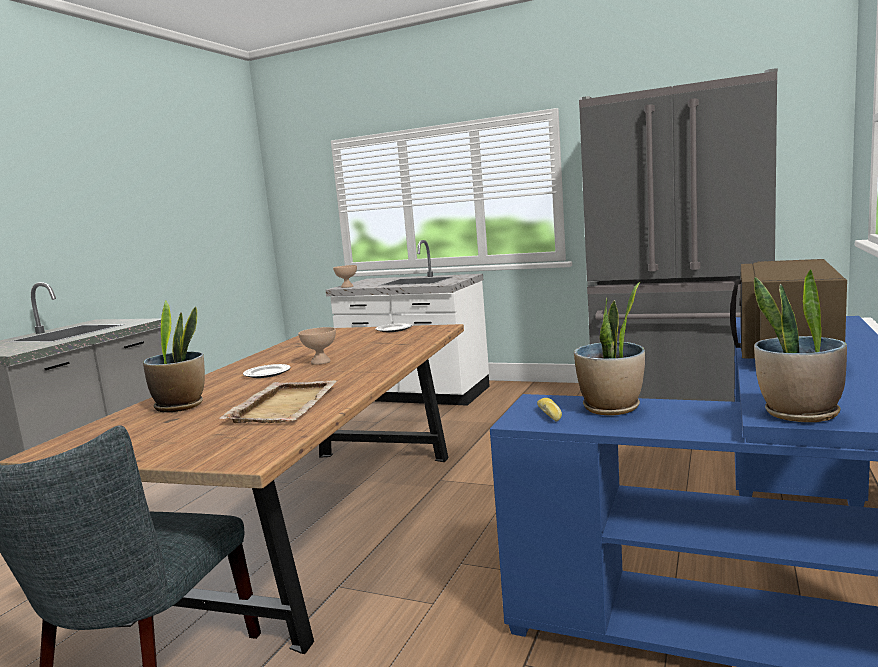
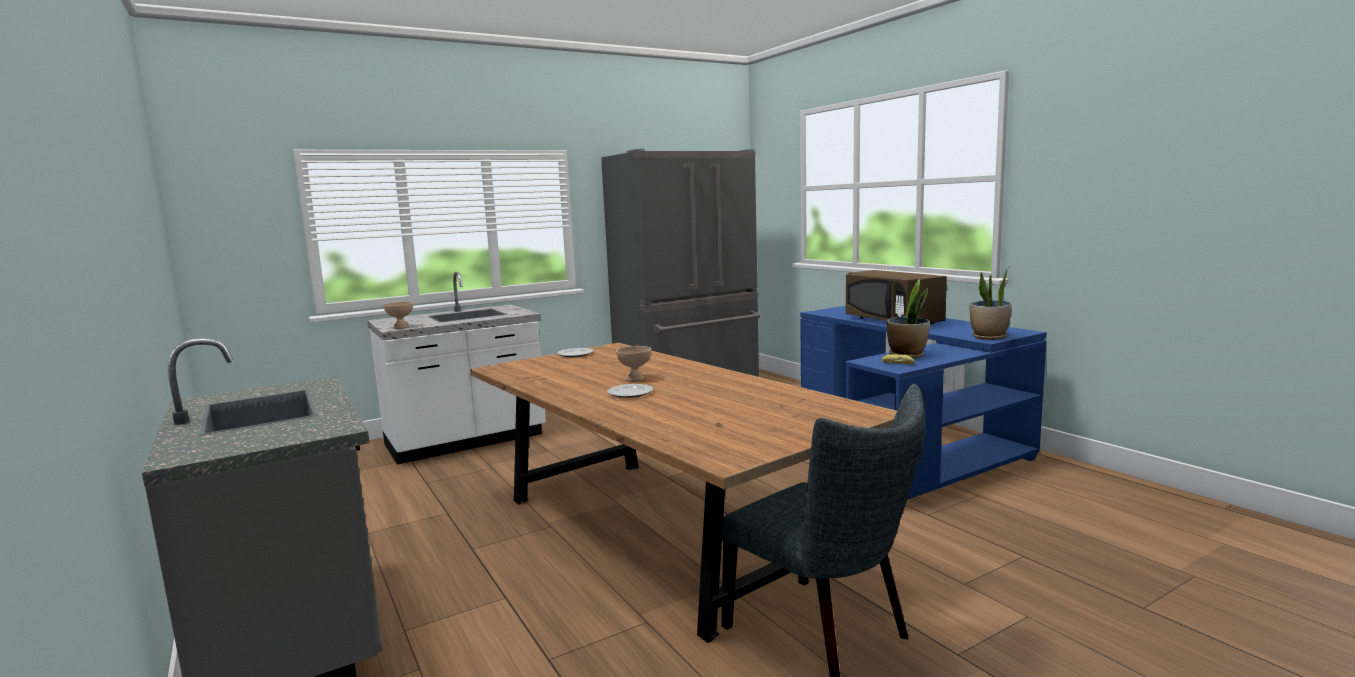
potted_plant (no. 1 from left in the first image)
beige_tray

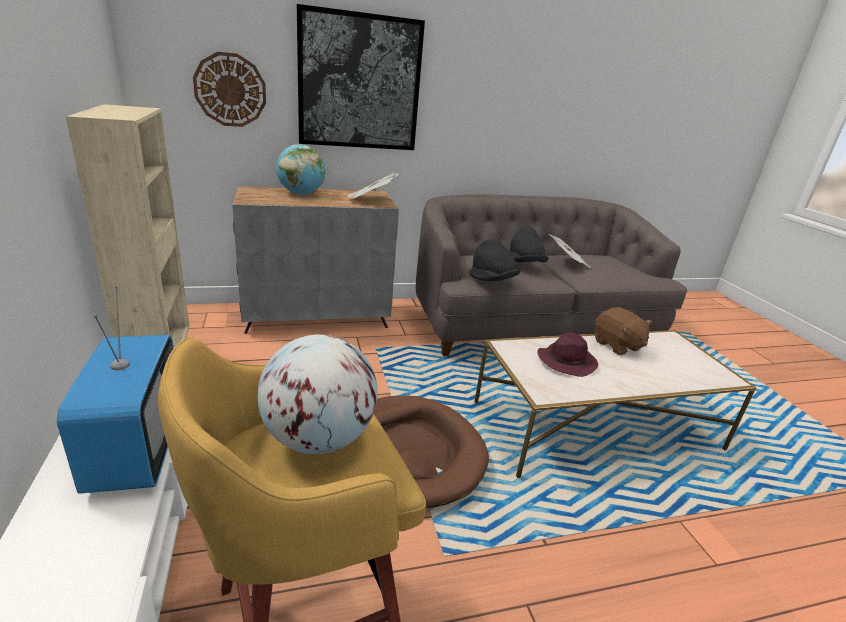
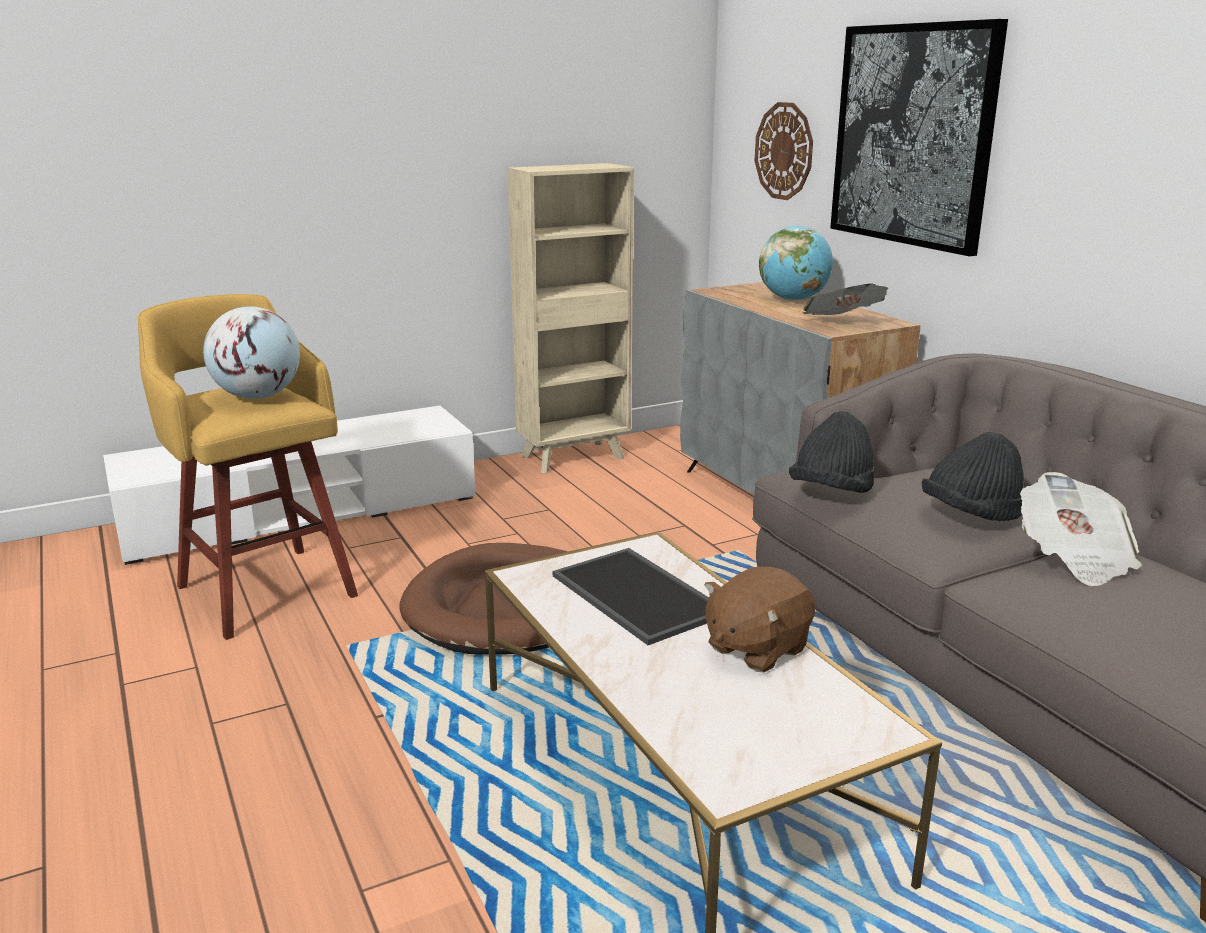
television
tray

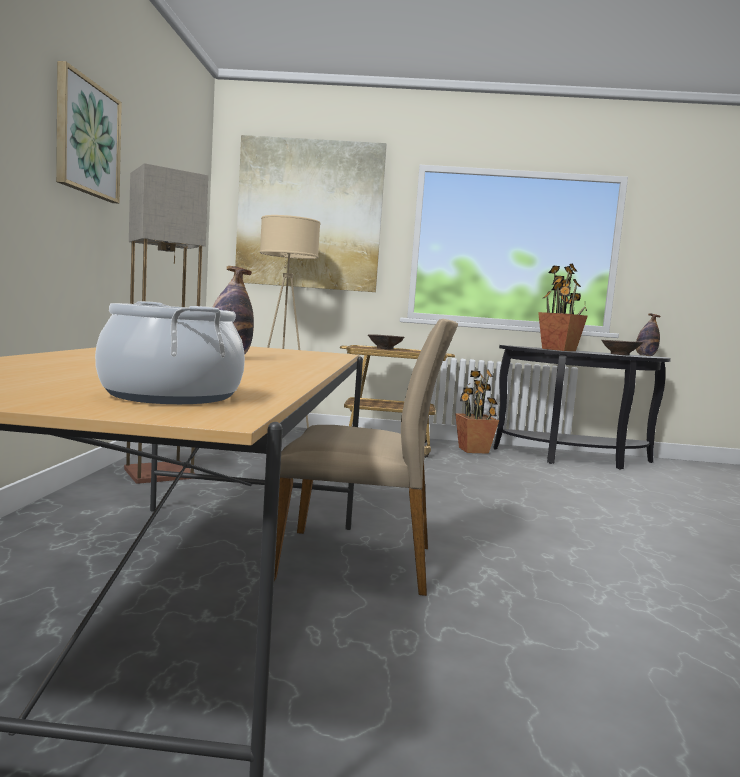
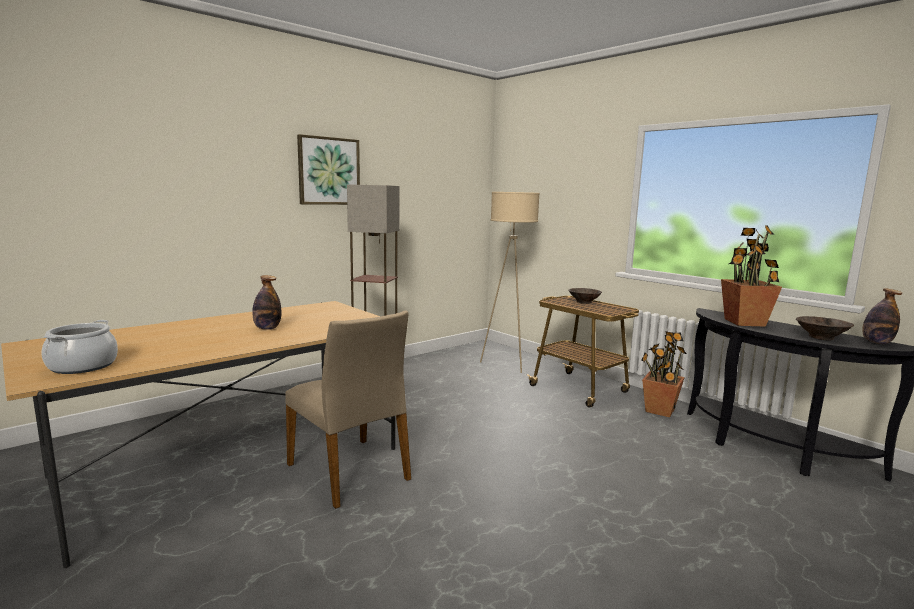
picture (no. 2 from left in the first image)

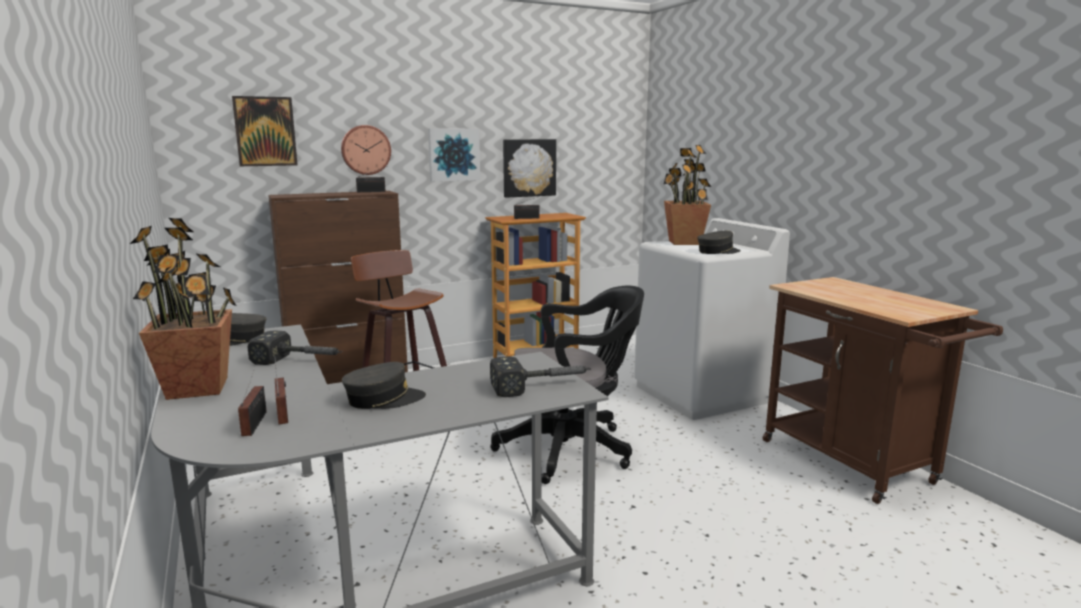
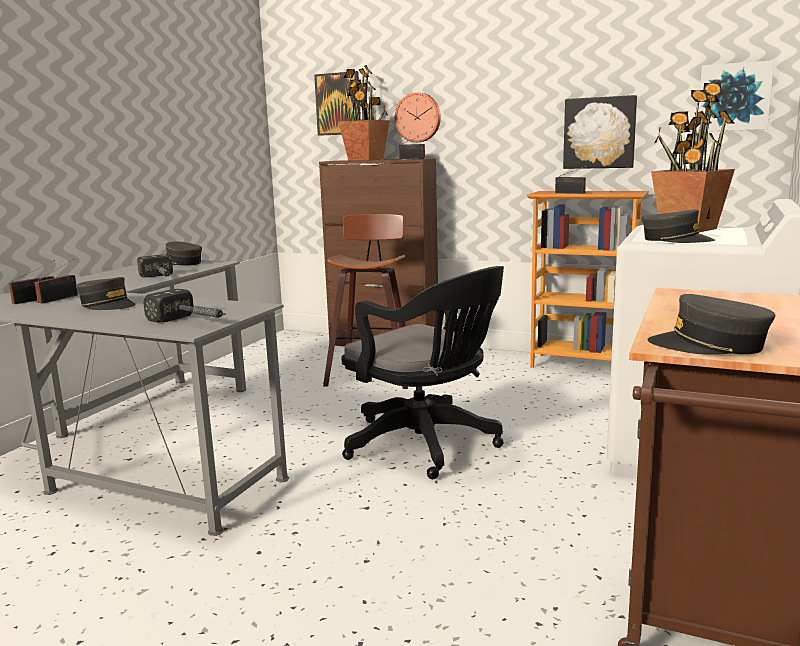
potted_plant (no. 1 from left)
picture (no. 3 from left)
grey_cap (no. 4 from left)

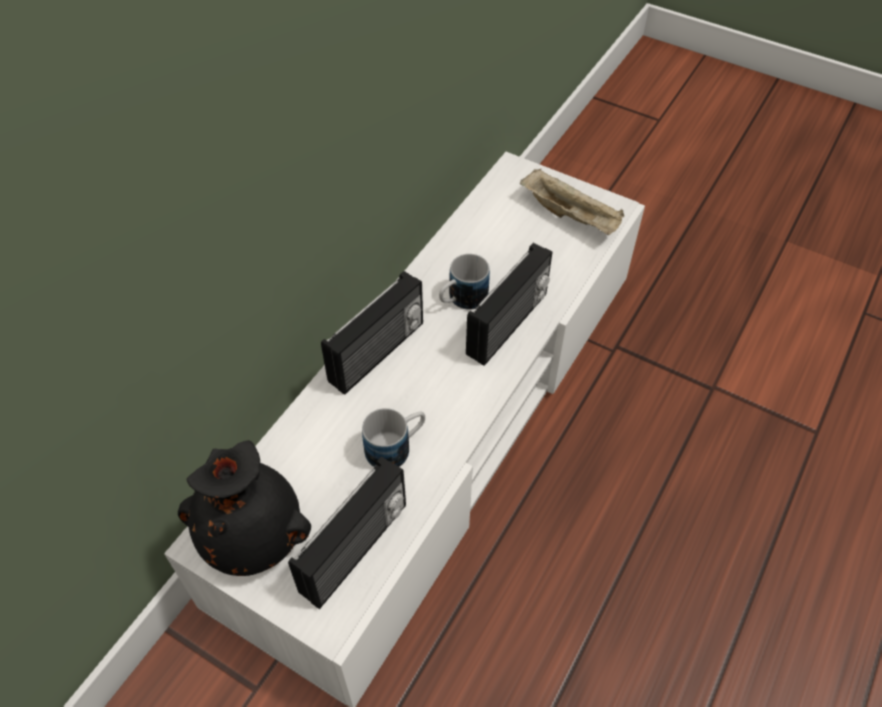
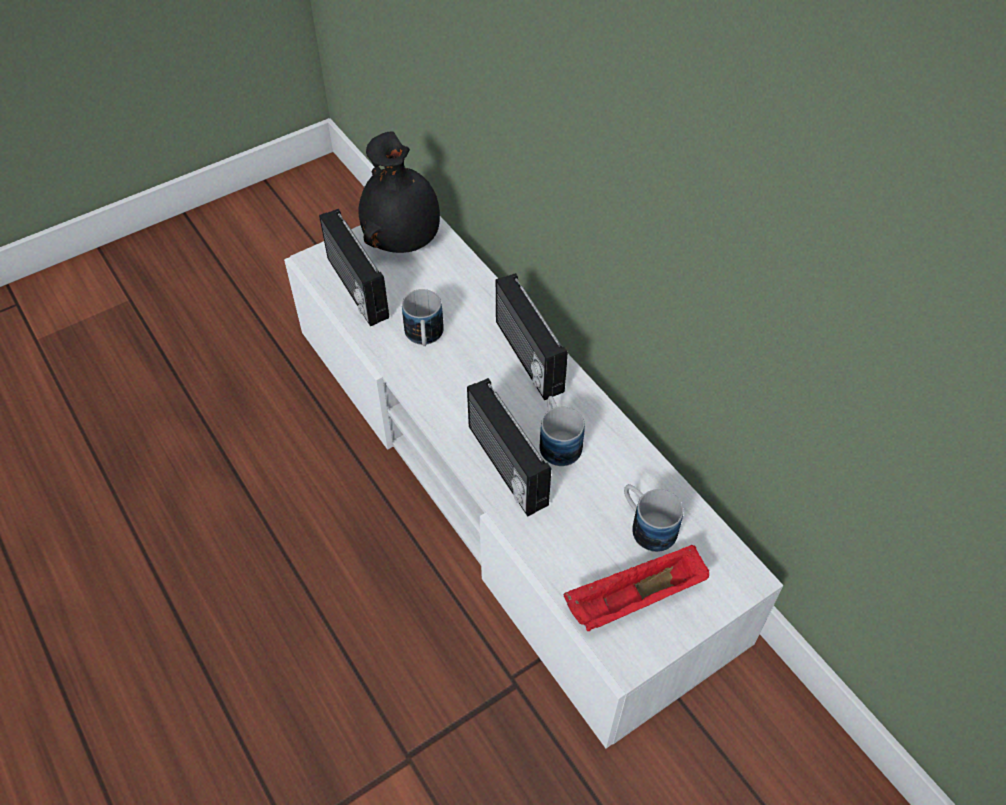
red_tray
mug (no. 3 from left)

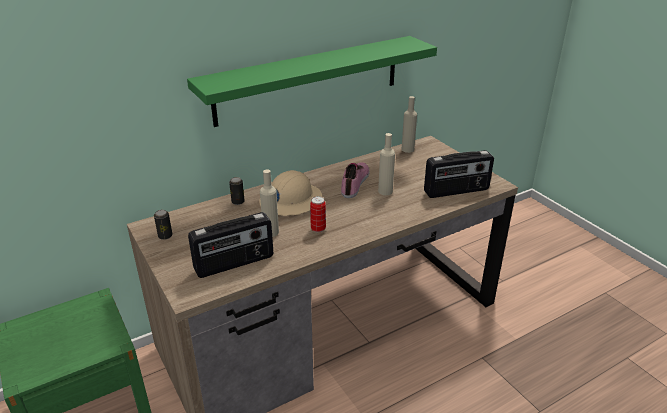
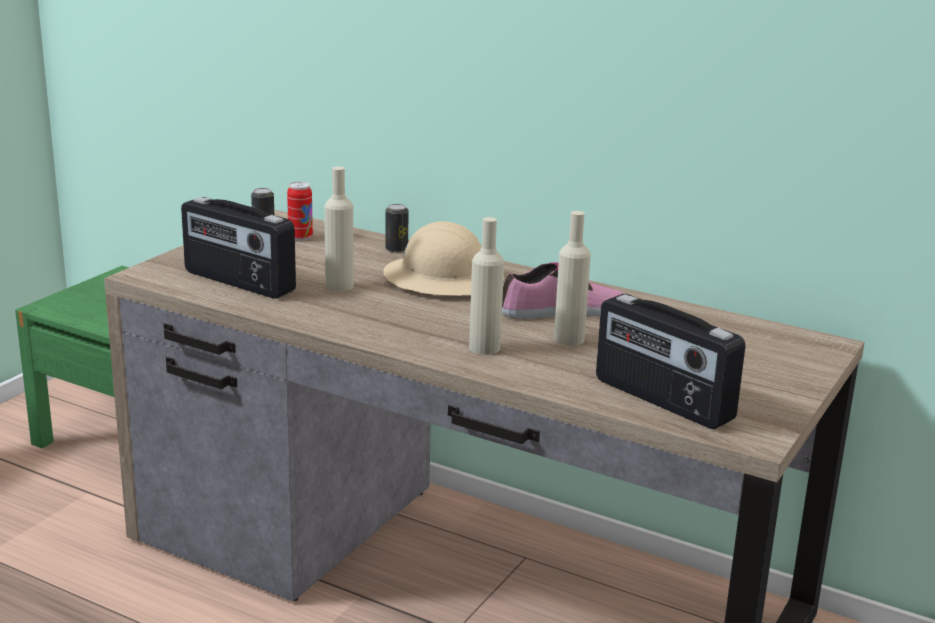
green_shelf
can (no. 2 from left)
beige_bottle (no. 2 from left)

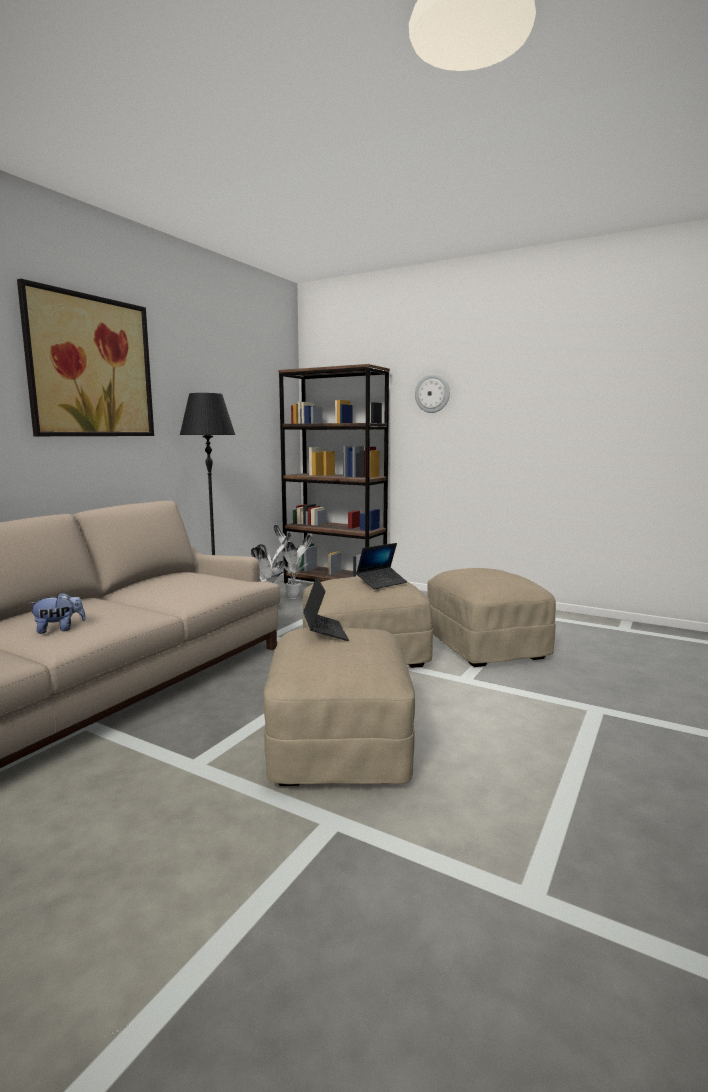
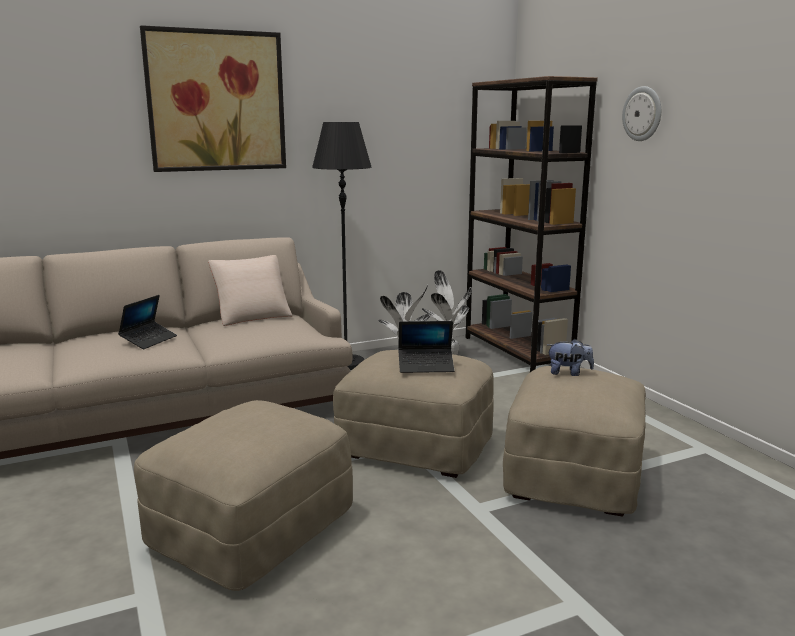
plush_toy
laptop (no. 1 from left)
beige_pillow

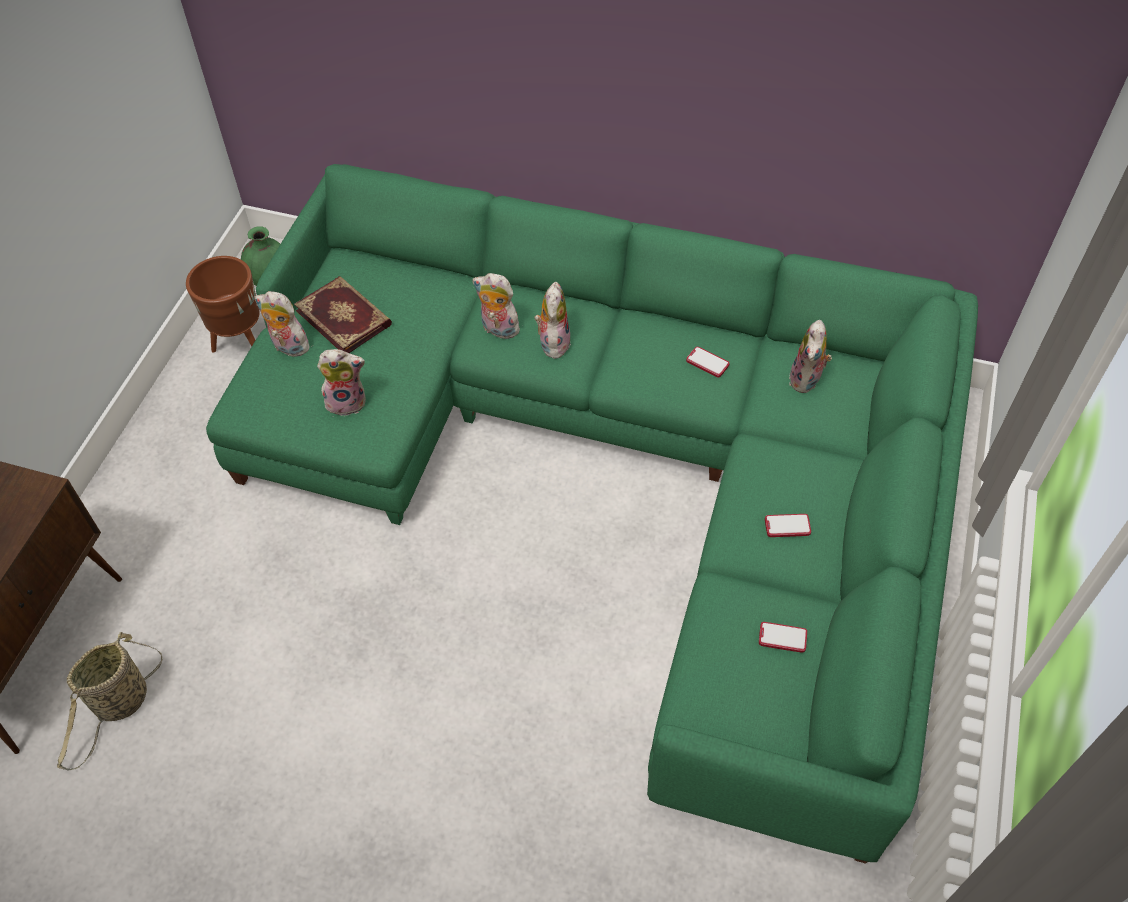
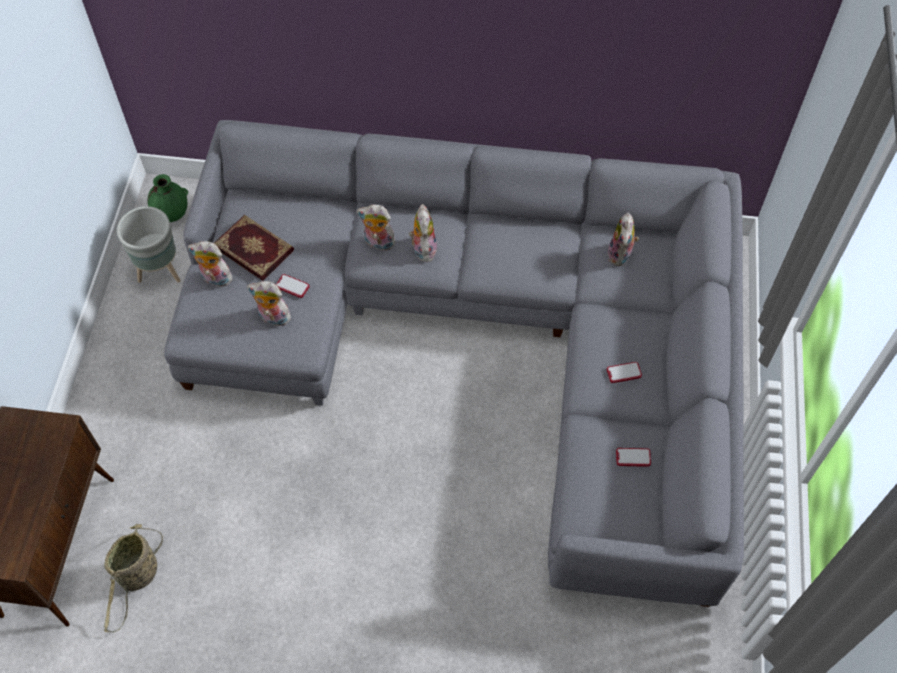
grey_planter
grey_sofa
plush_toy (no. 2 from left)
phone (no. 1 from left)

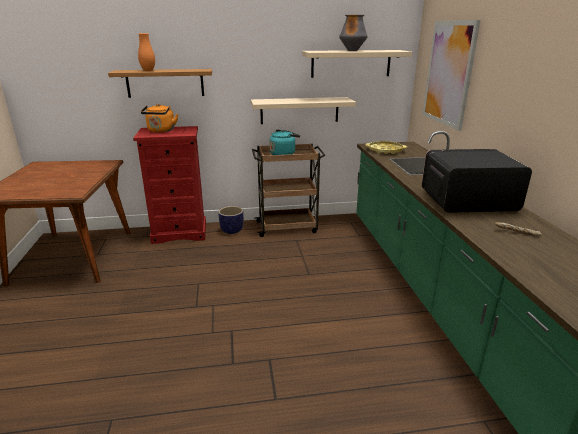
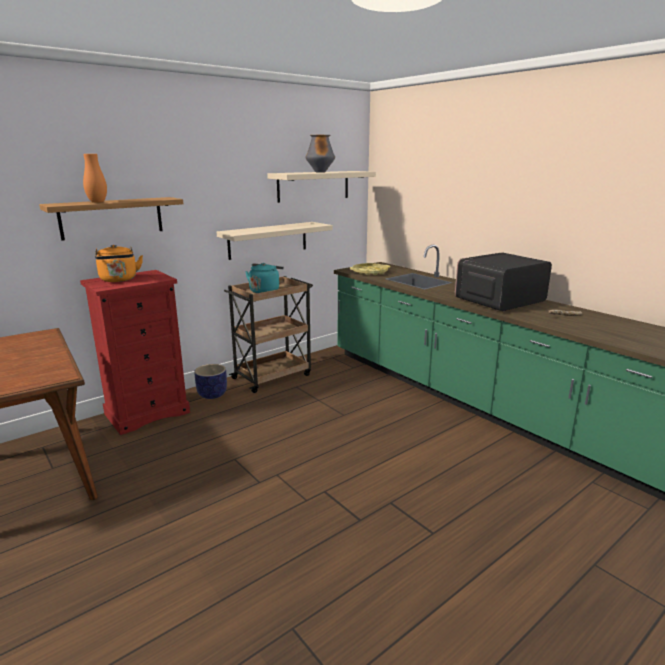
picture

